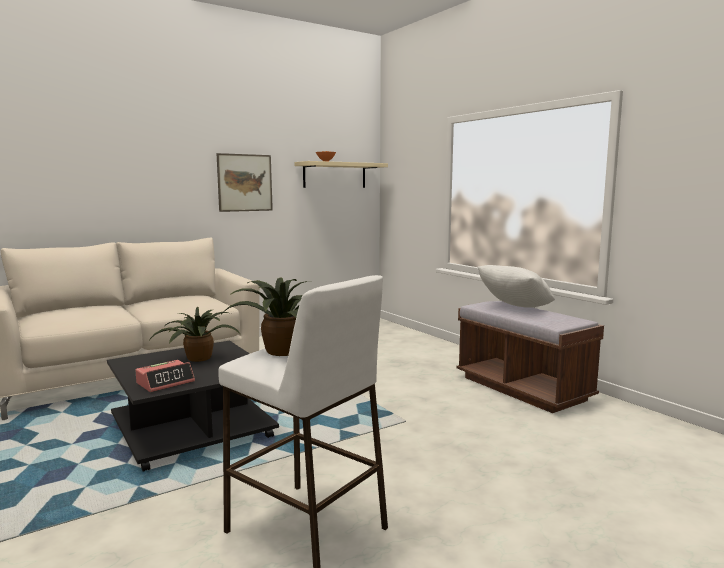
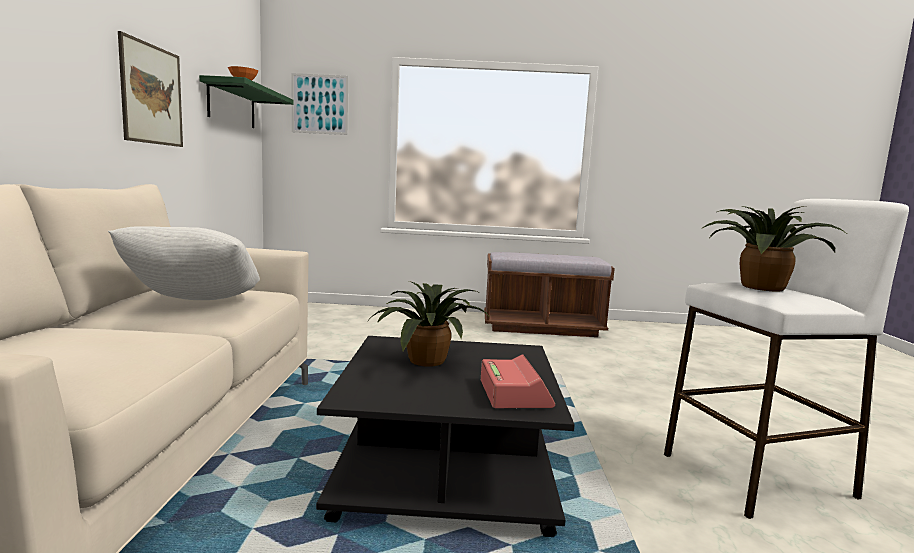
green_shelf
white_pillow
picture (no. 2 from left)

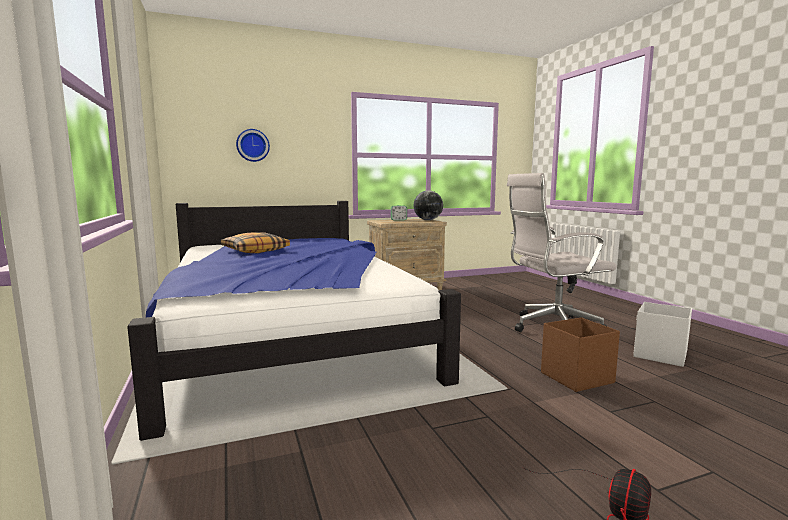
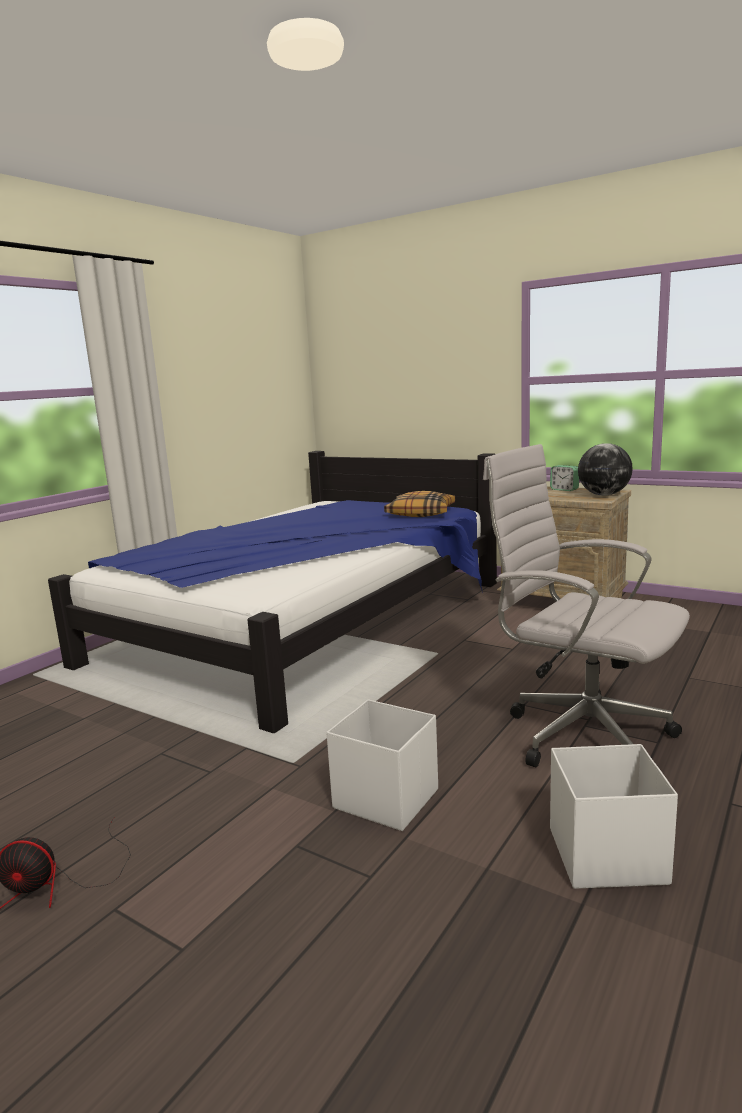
pillow
wall_clock
white_storage_box (no. 1 from left)

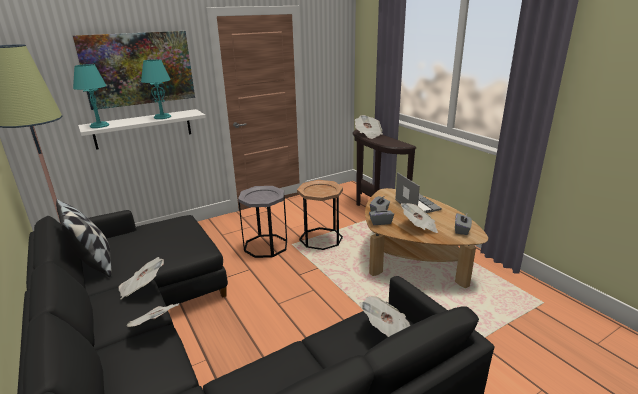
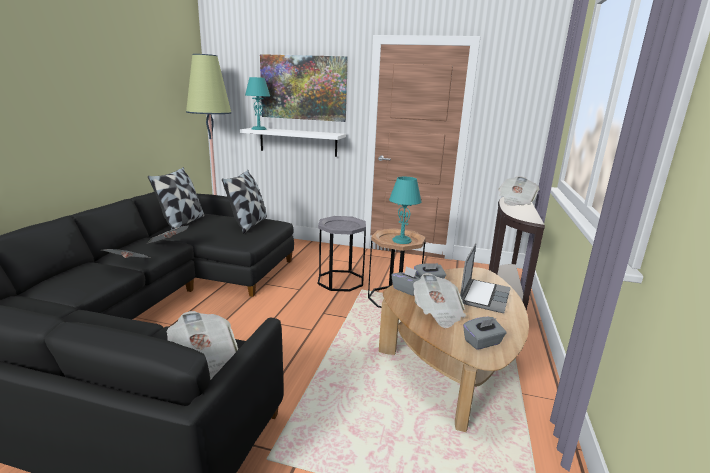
turquoise_table_lamp (no. 2 from left)
pillow (no. 2 from left)

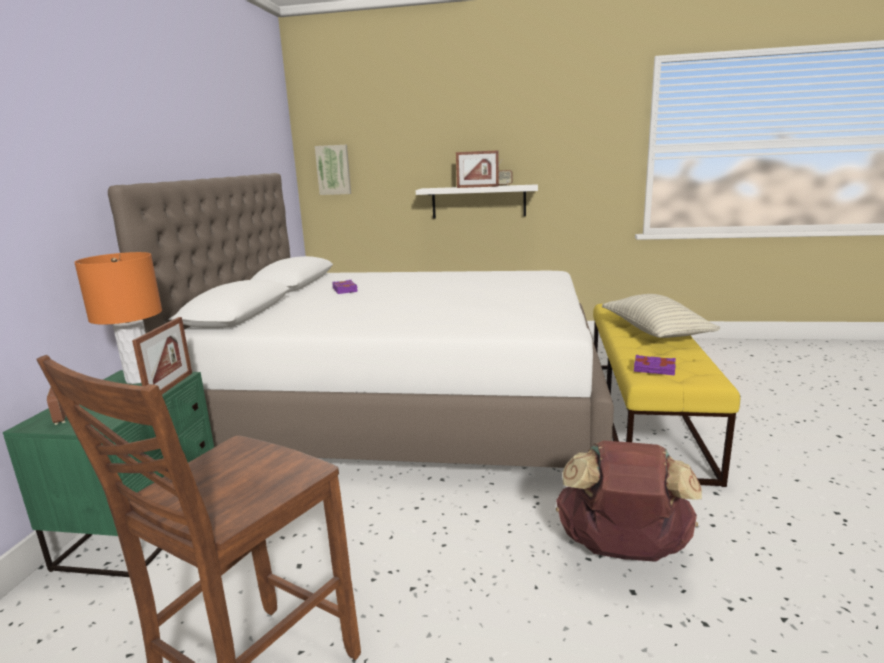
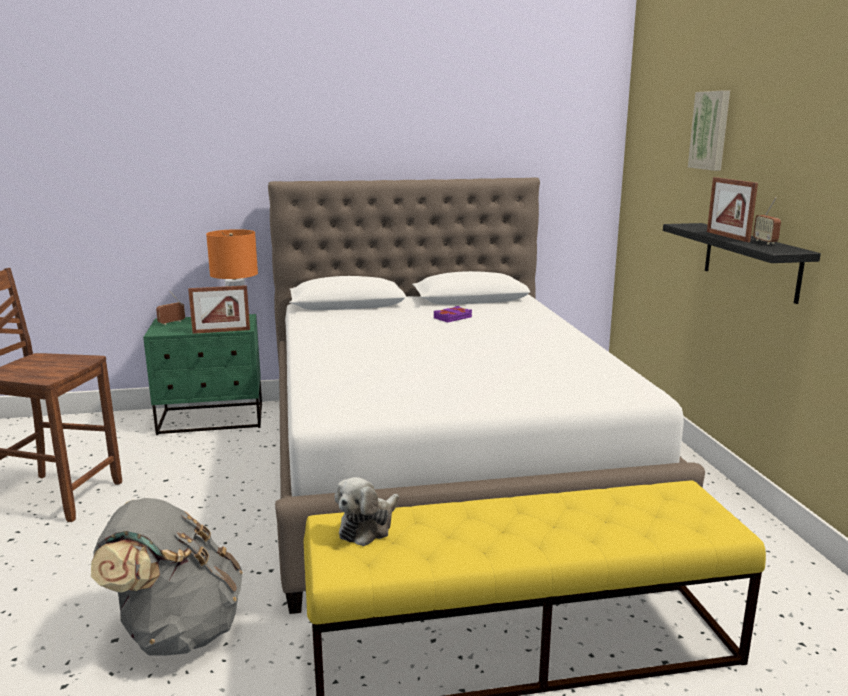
picture
black_shelf
grey_backpack
pillow
plush_toy

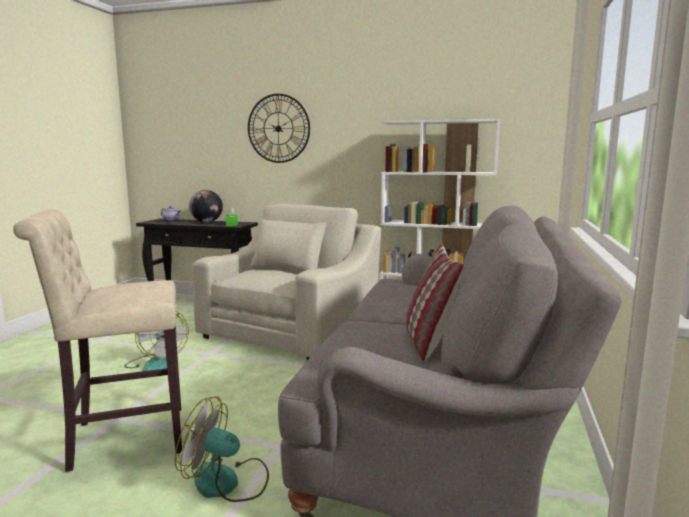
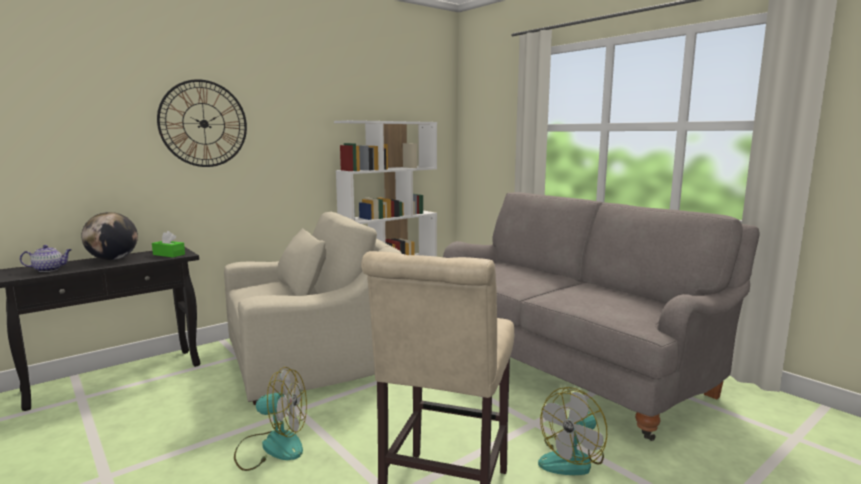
beige_armchair
pillow

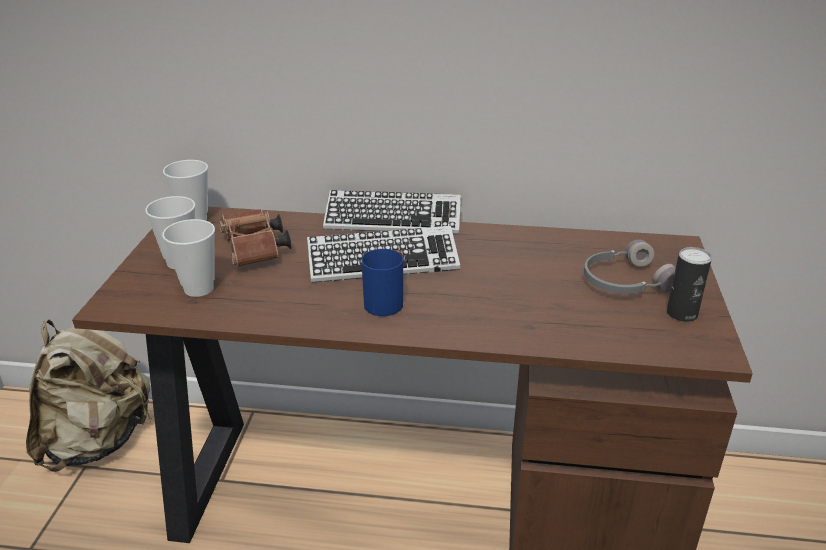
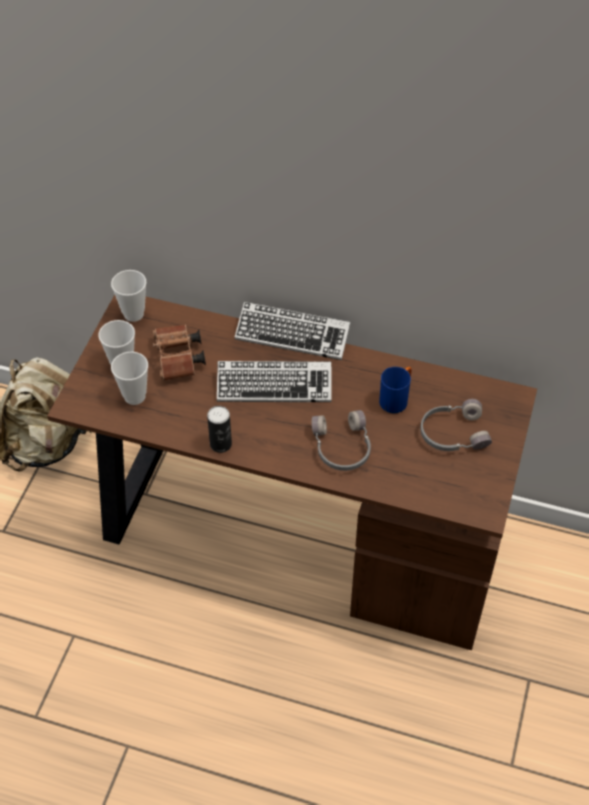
blue_mug
can
grey_headphones (no. 1 from left)

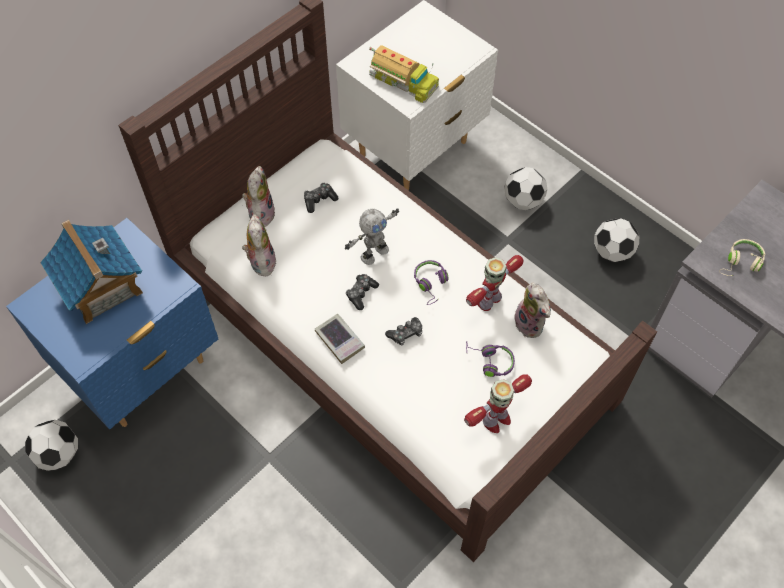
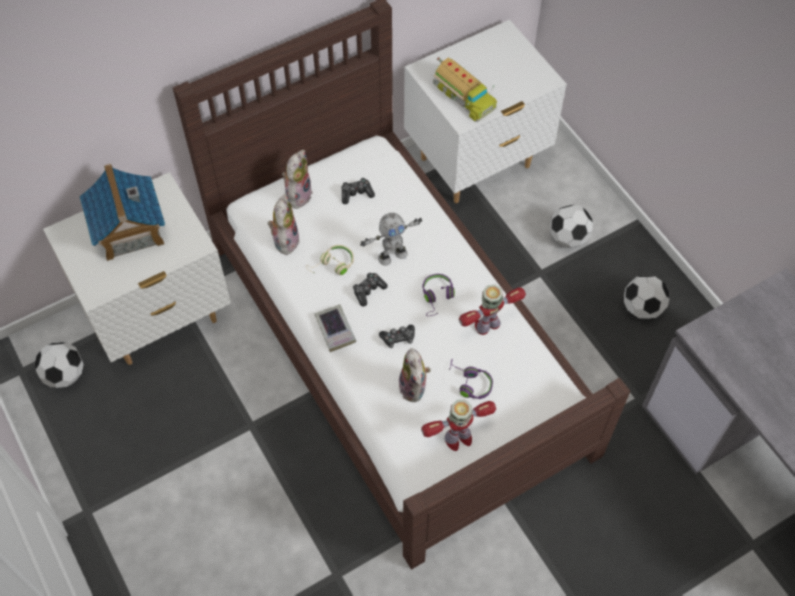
white_nightstand (no. 1 from left)
plush_toy (no. 3 from left)
beige_headphones

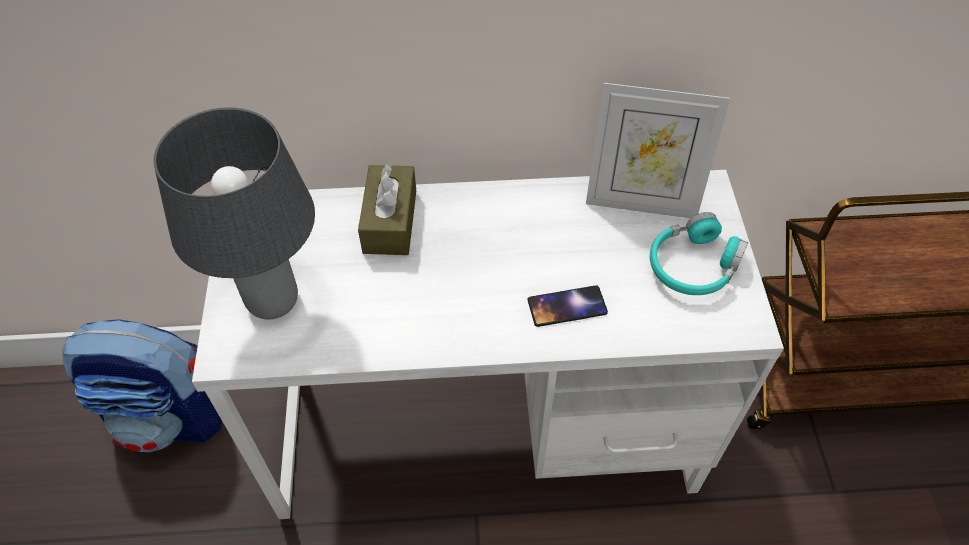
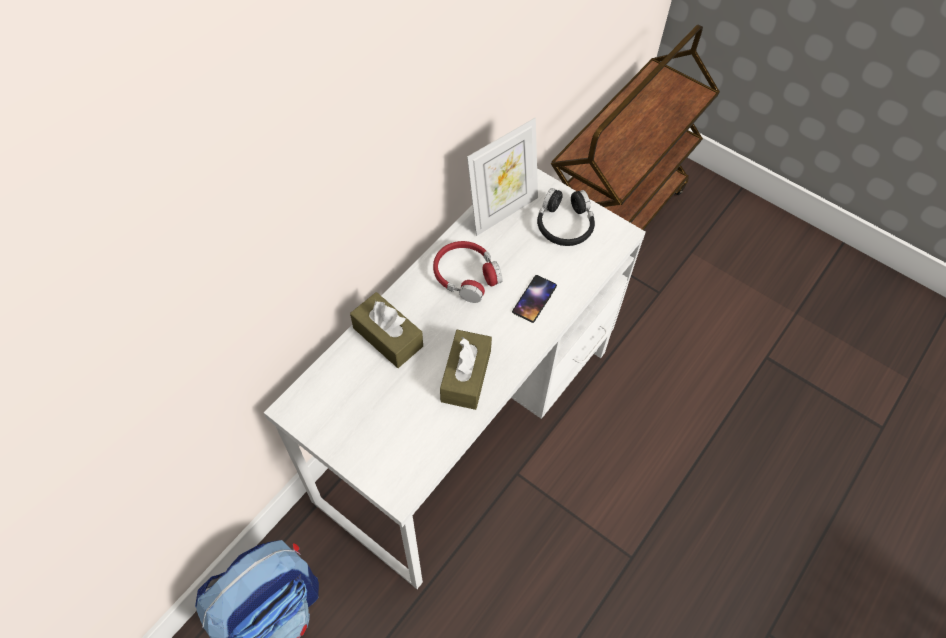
grey_table_lamp
black_headphones
red_headphones
brown_tissue_box (no. 2 from left)

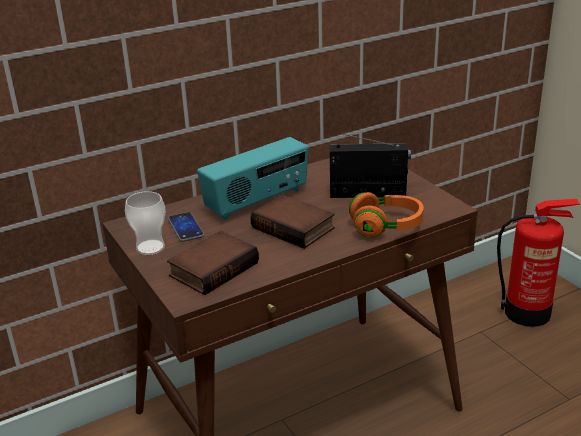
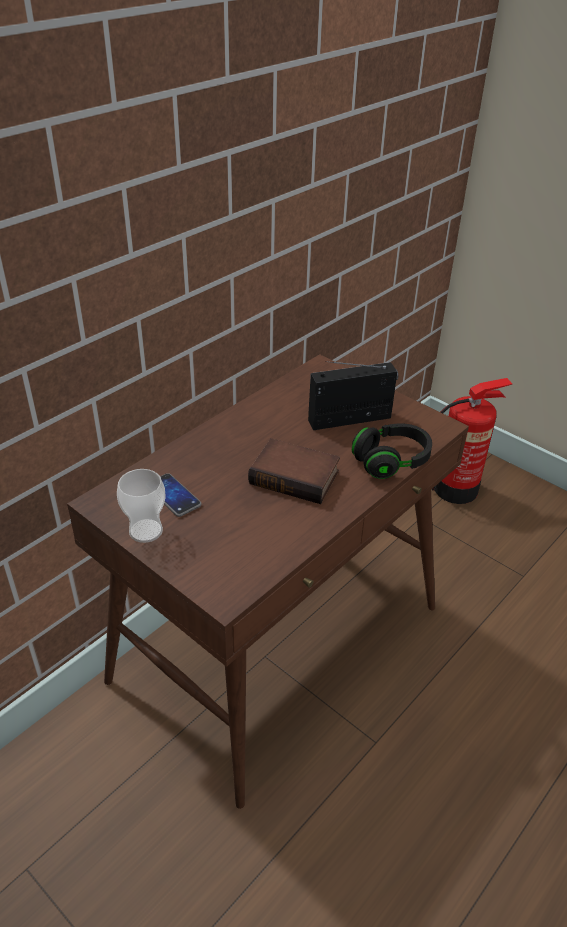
book (no. 1 from left in the first image)
radio (no. 1 from left in the first image)
black_headphones

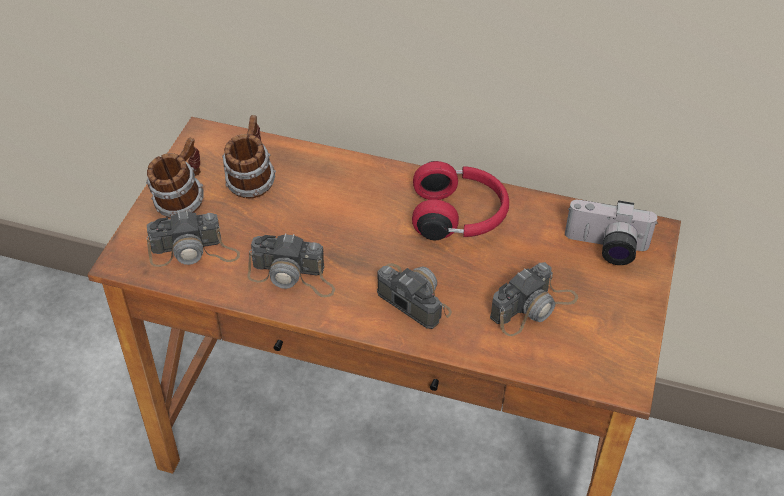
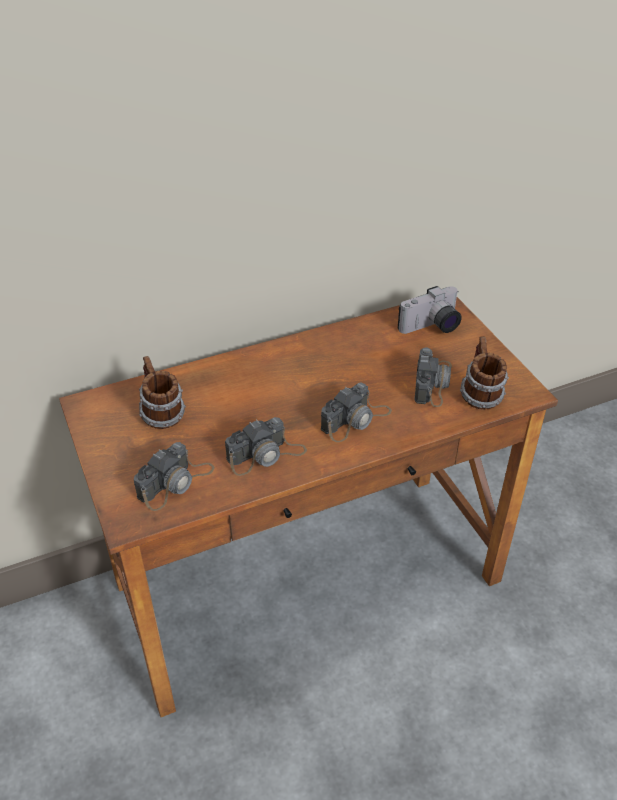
mug (no. 2 from left)
photo_camera (no. 3 from left)
red_headphones

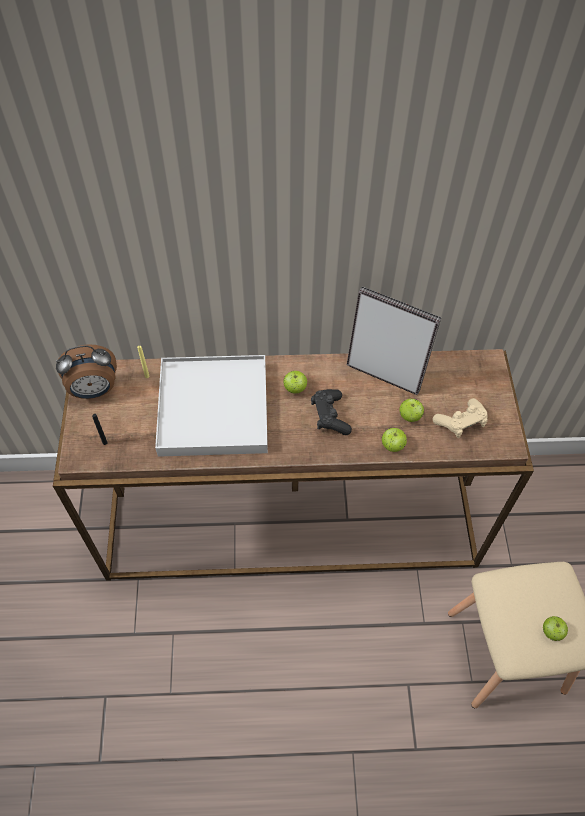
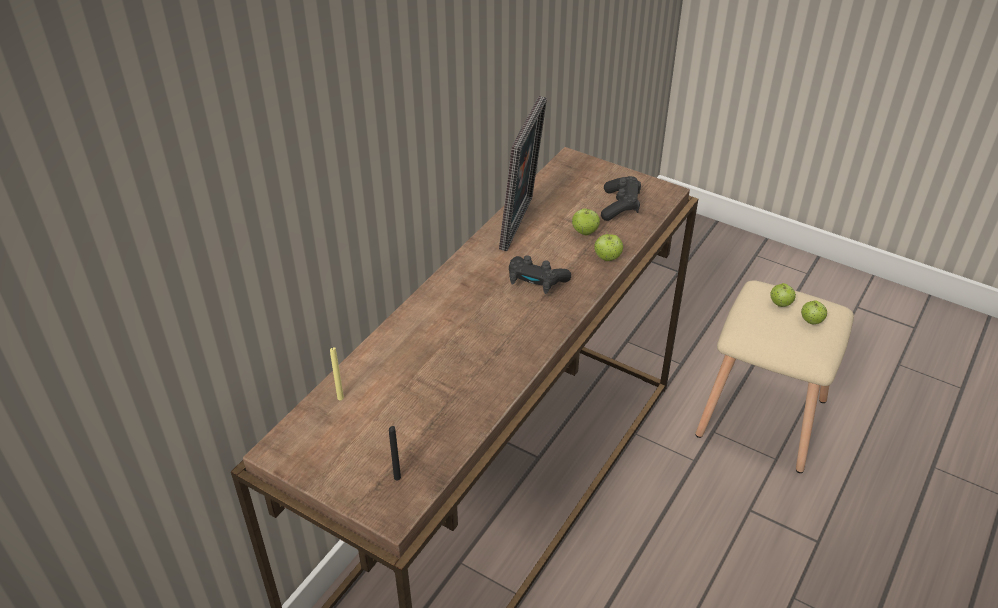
alarm_clock
white_tray
apple (no. 3 from left)
picture_frame
black_game_controller (no. 2 from left)

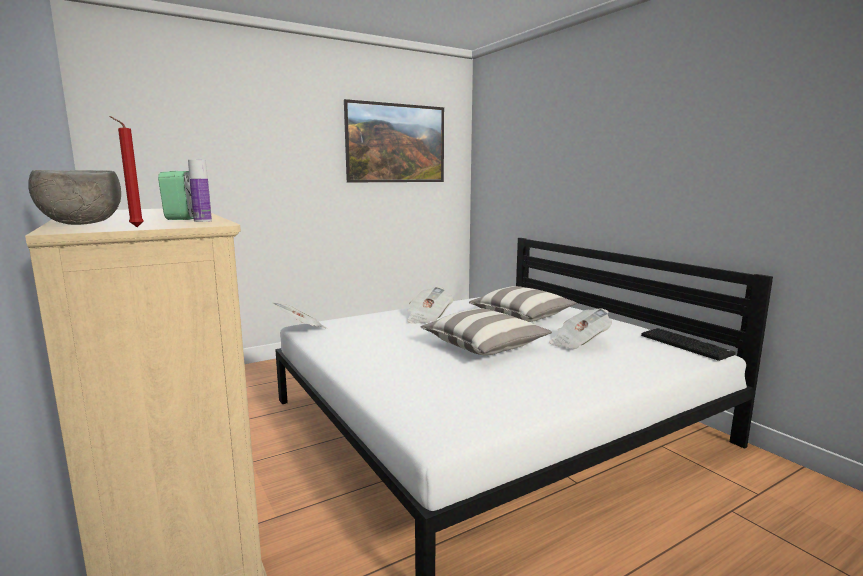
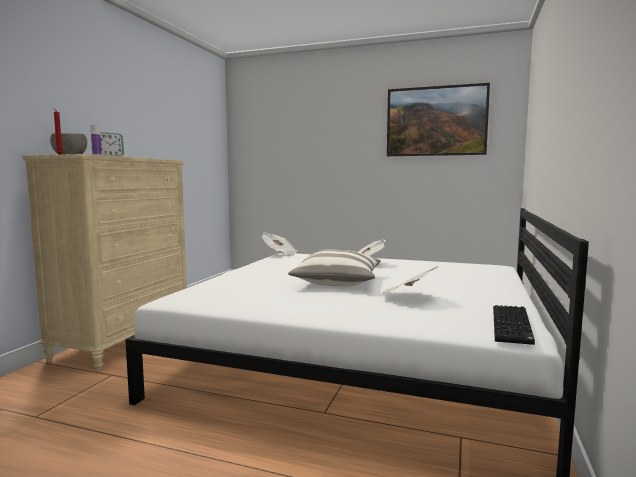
pillow (no. 2 from left in the first image)

